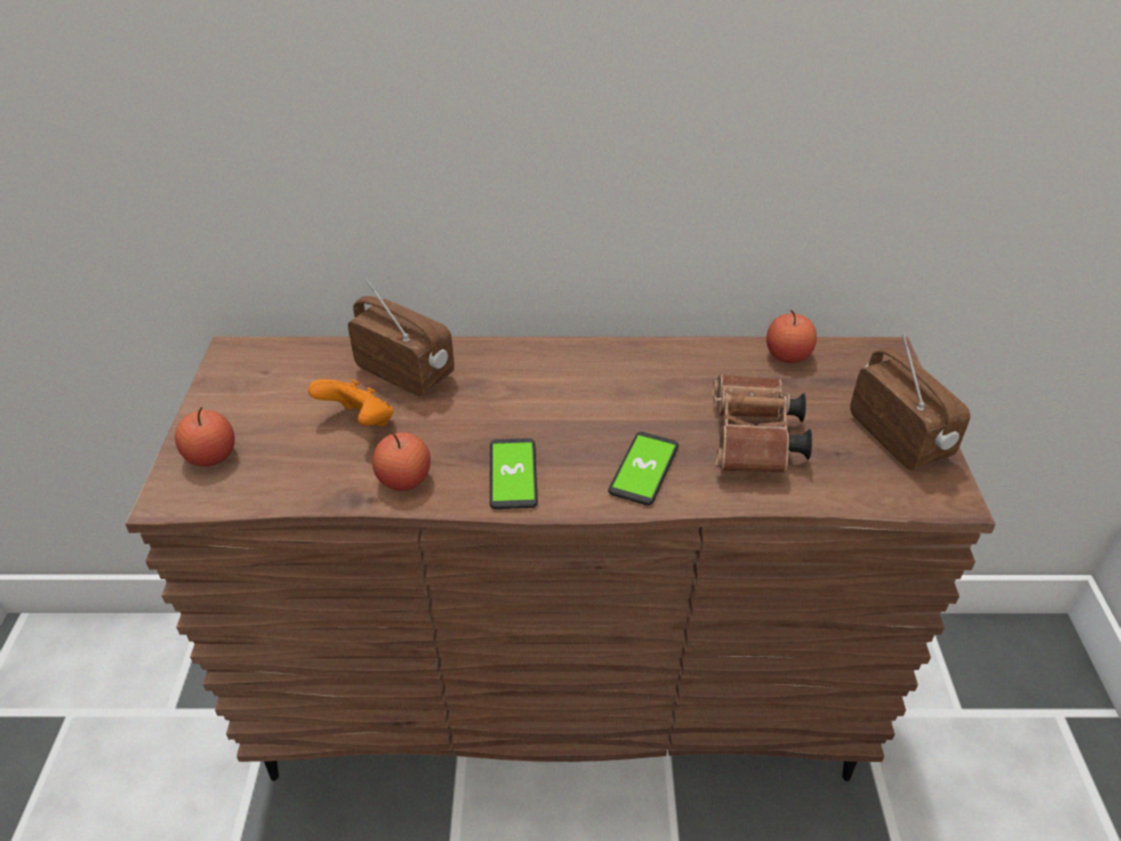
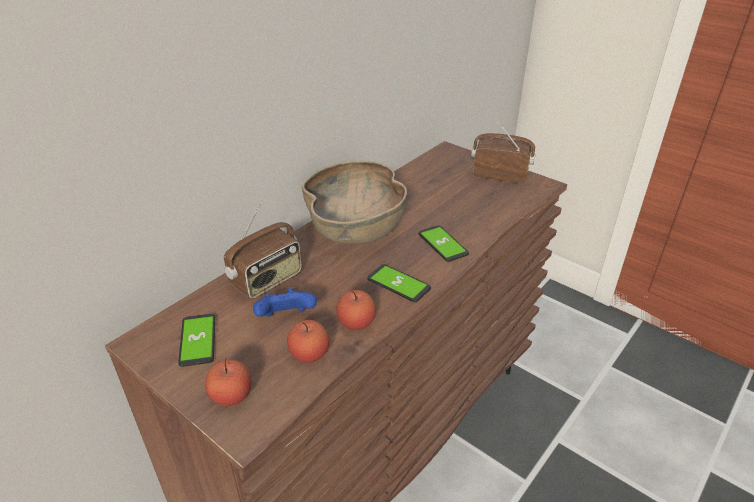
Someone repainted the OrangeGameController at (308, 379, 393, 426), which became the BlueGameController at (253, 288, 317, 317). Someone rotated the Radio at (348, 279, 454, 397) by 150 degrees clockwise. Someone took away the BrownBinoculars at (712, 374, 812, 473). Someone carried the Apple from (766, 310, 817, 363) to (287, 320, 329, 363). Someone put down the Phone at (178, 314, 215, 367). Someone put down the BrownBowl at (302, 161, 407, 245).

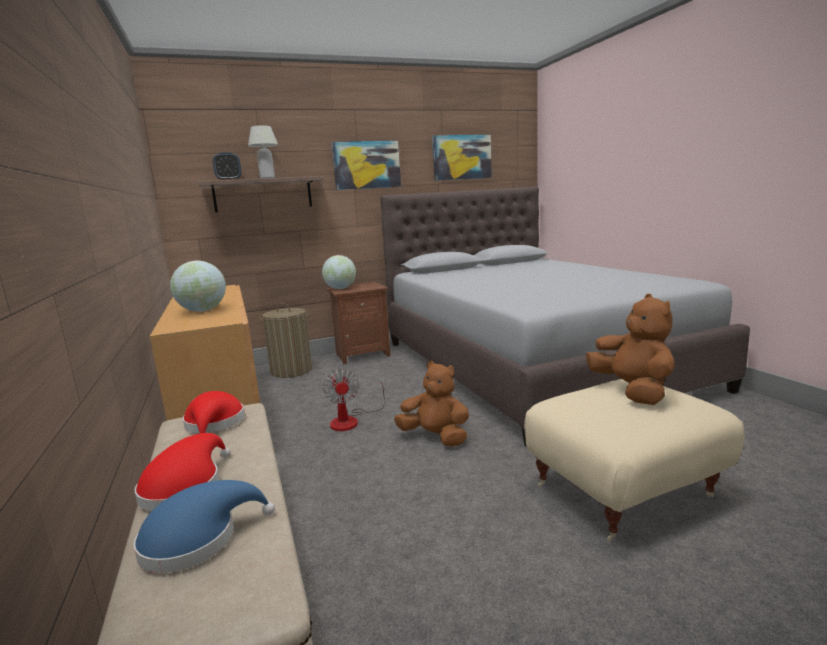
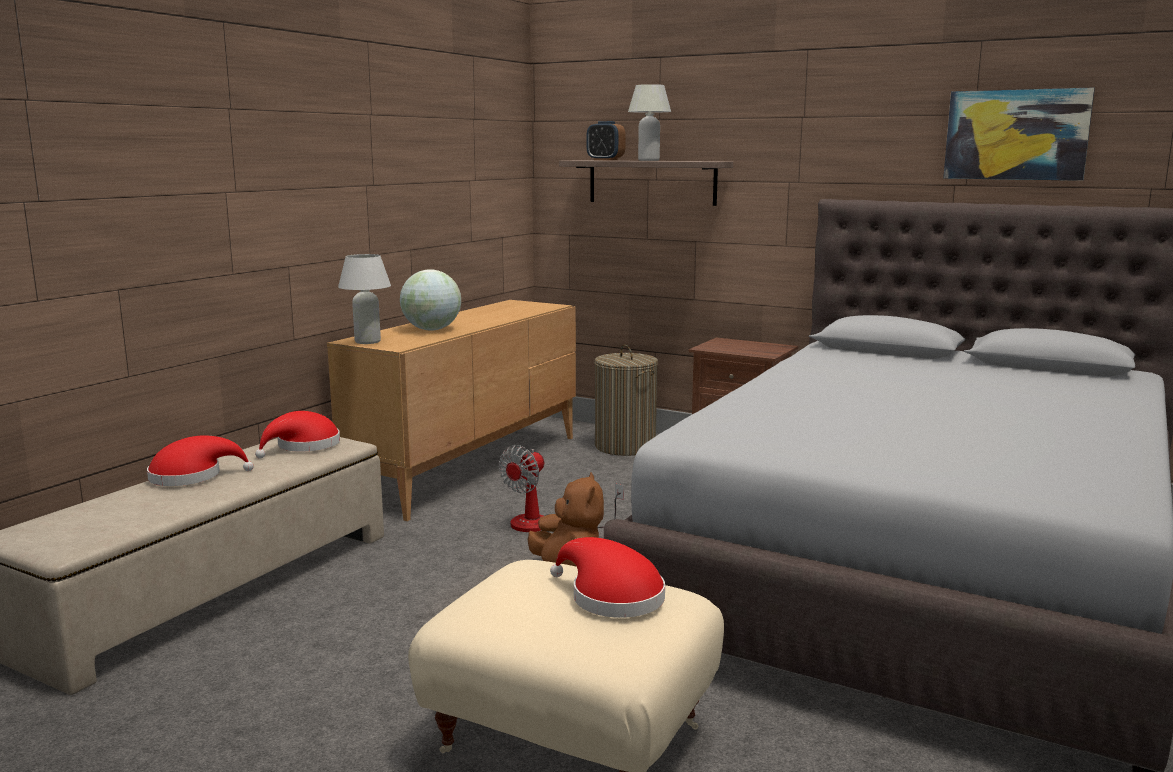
Someone took away the BlueHat at (133, 480, 275, 573). Someone took away the Globe at (322, 255, 356, 289). Someone took away the Picture at (331, 140, 401, 190). Someone swapped the BrownPlushToy at (586, 294, 675, 405) for the RedHat at (550, 537, 665, 618). Someone put down the WhiteTableLamp at (338, 254, 391, 344).

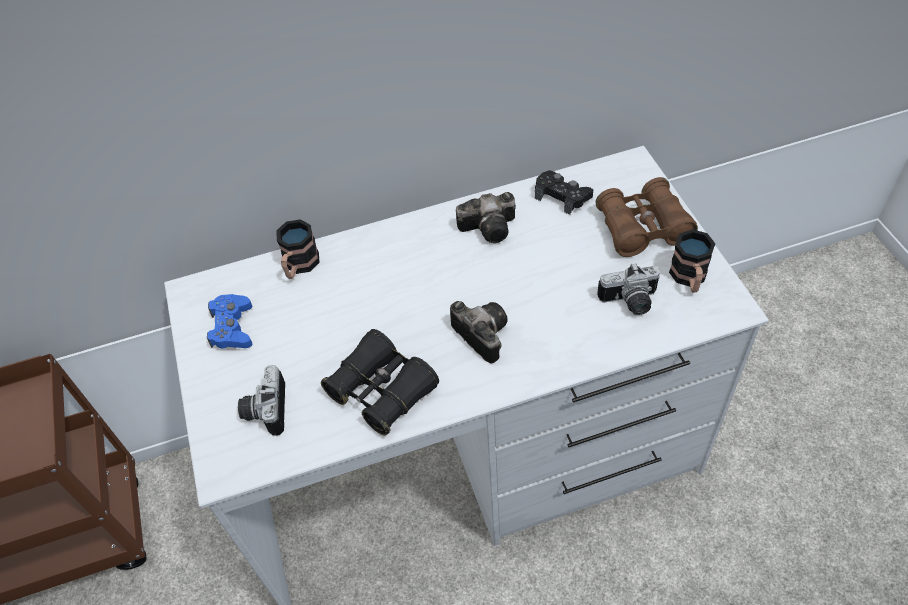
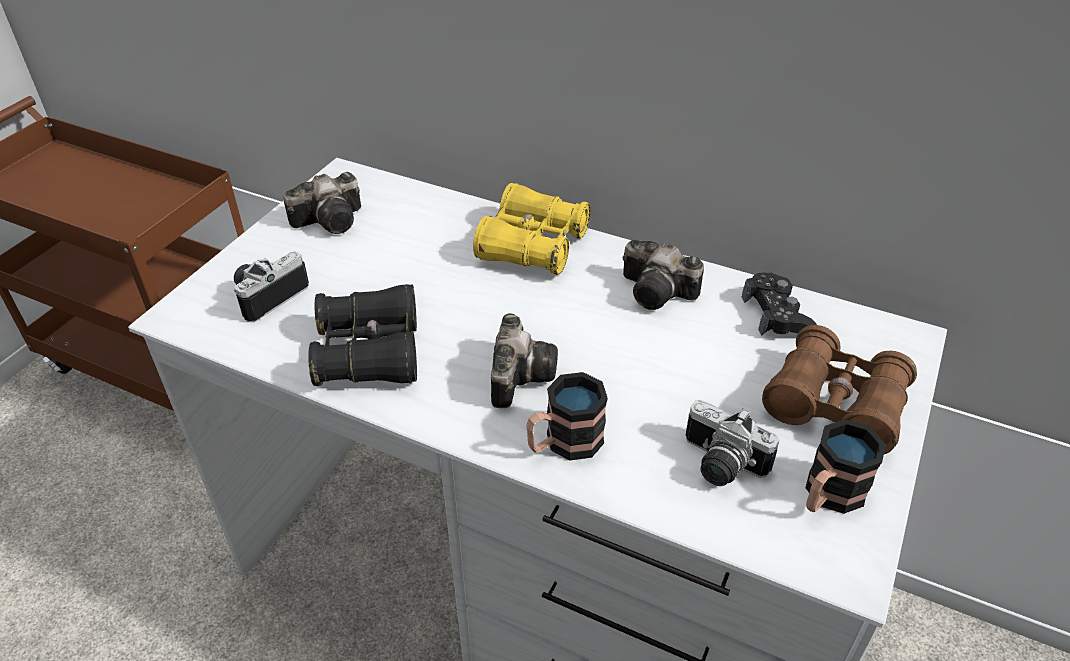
Someone swapped the BlueGameController at (207, 294, 252, 349) for the PhotoCamera at (283, 172, 361, 234). Someone carried the Mug from (276, 219, 320, 279) to (526, 372, 608, 461). Someone put down the YellowBinoculars at (473, 183, 591, 275).

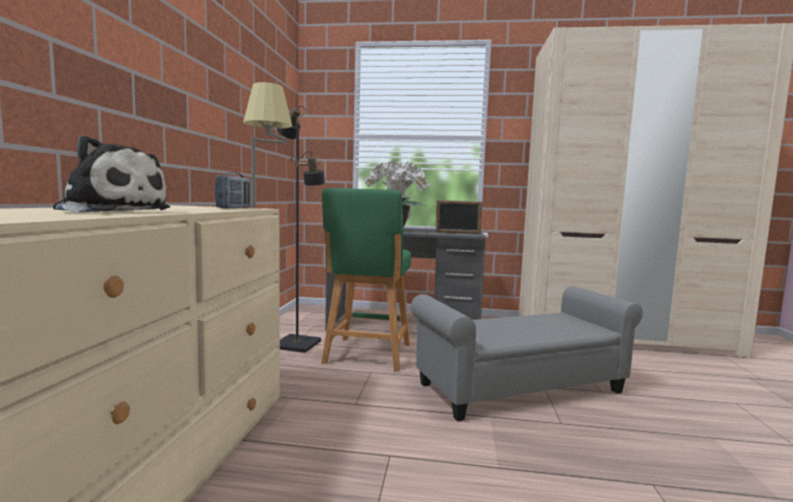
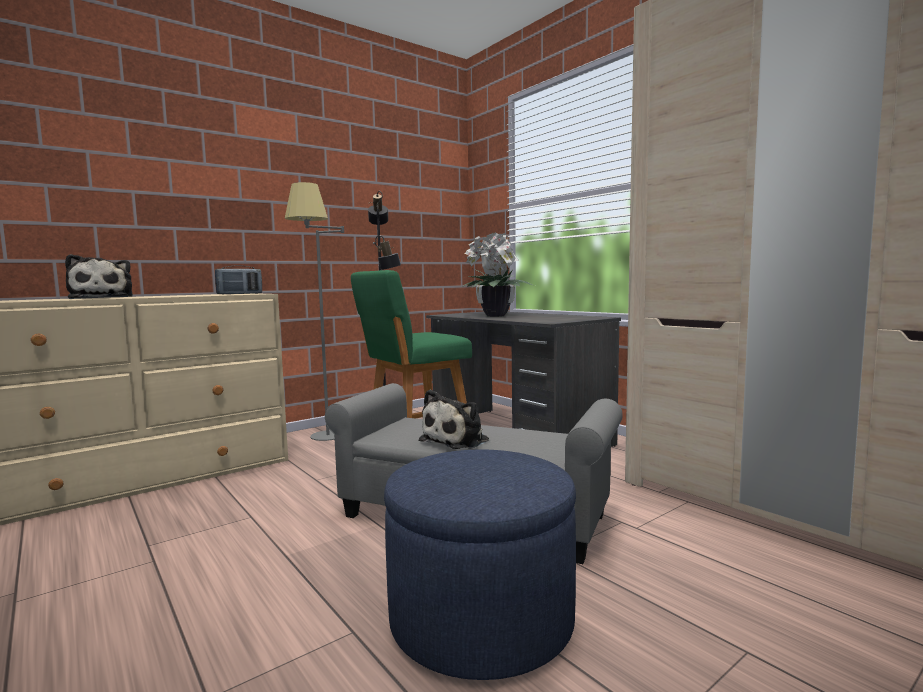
Someone took away the PictureFrame at (436, 200, 482, 234). Someone put down the BlueOttoman at (384, 450, 576, 680). Someone put down the PlushToy at (419, 390, 489, 449).

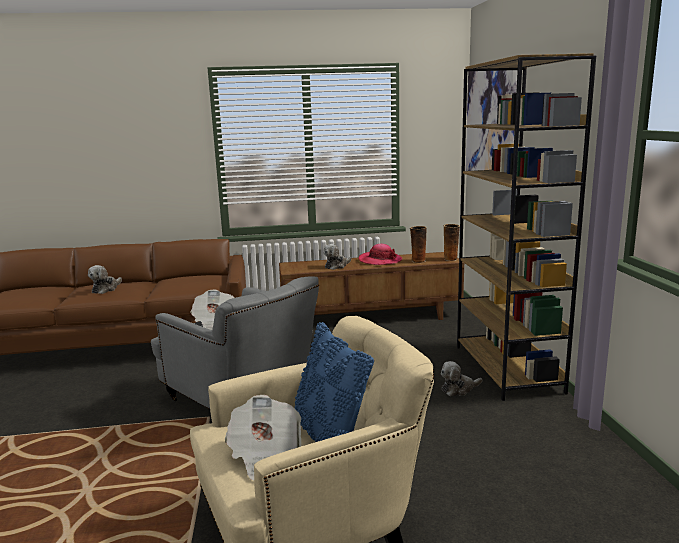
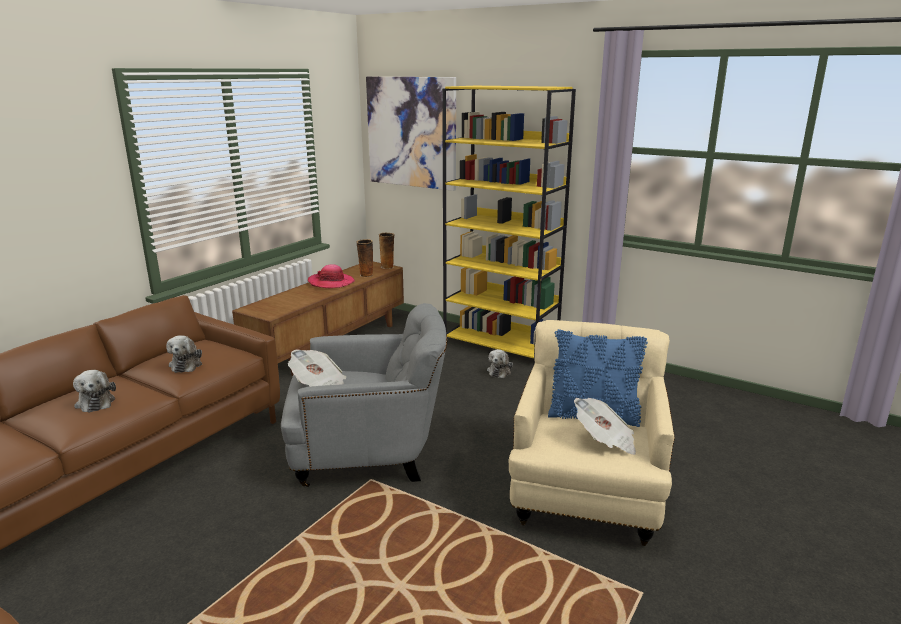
Someone carried the PlushToy from (323, 244, 352, 270) to (166, 335, 202, 373). Someone repainted the BrownBookcase at (457, 53, 596, 401), which became the YellowBookcase at (442, 86, 576, 364).

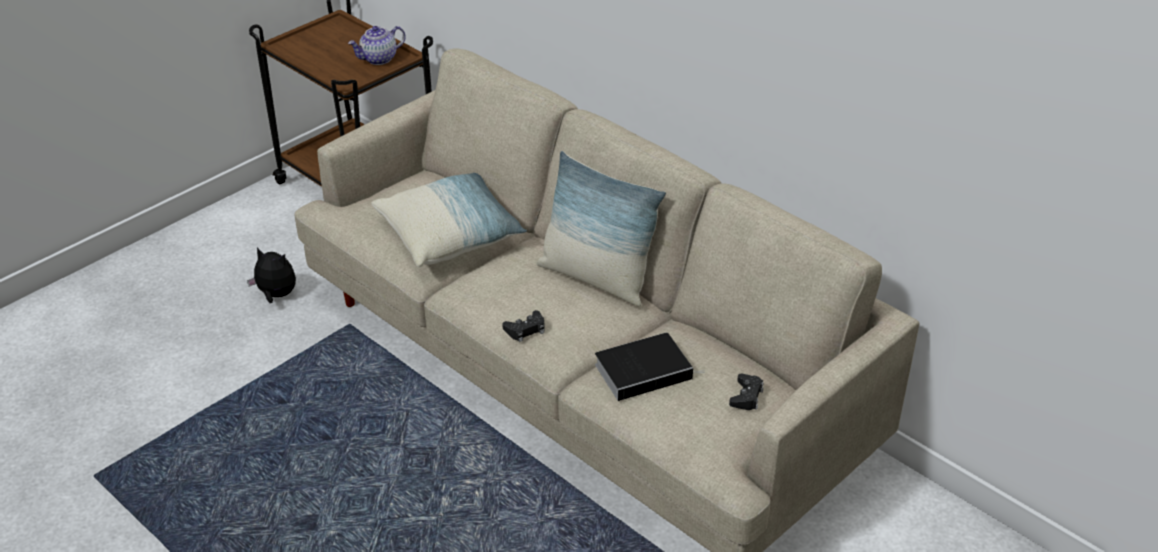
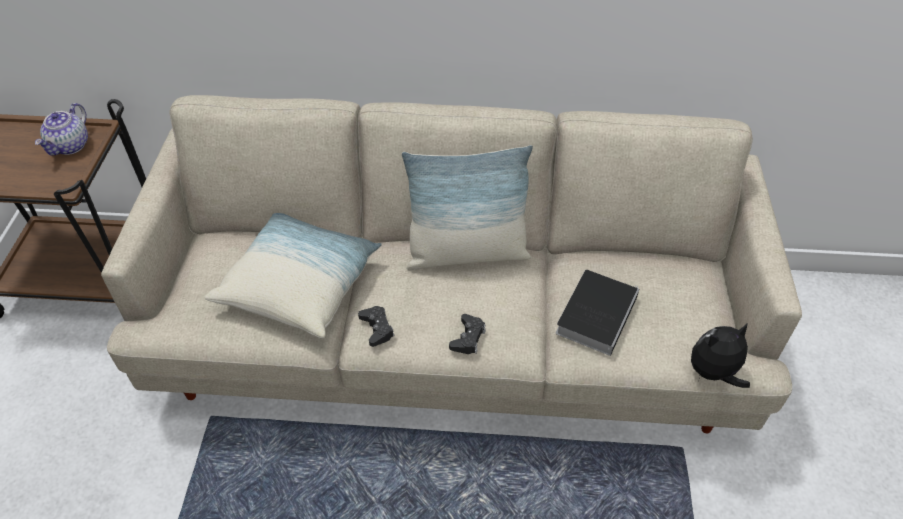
Someone carried the PlushToy from (247, 248, 296, 303) to (691, 323, 750, 388). Someone carried the BlackGameController from (729, 373, 764, 410) to (358, 306, 395, 347).

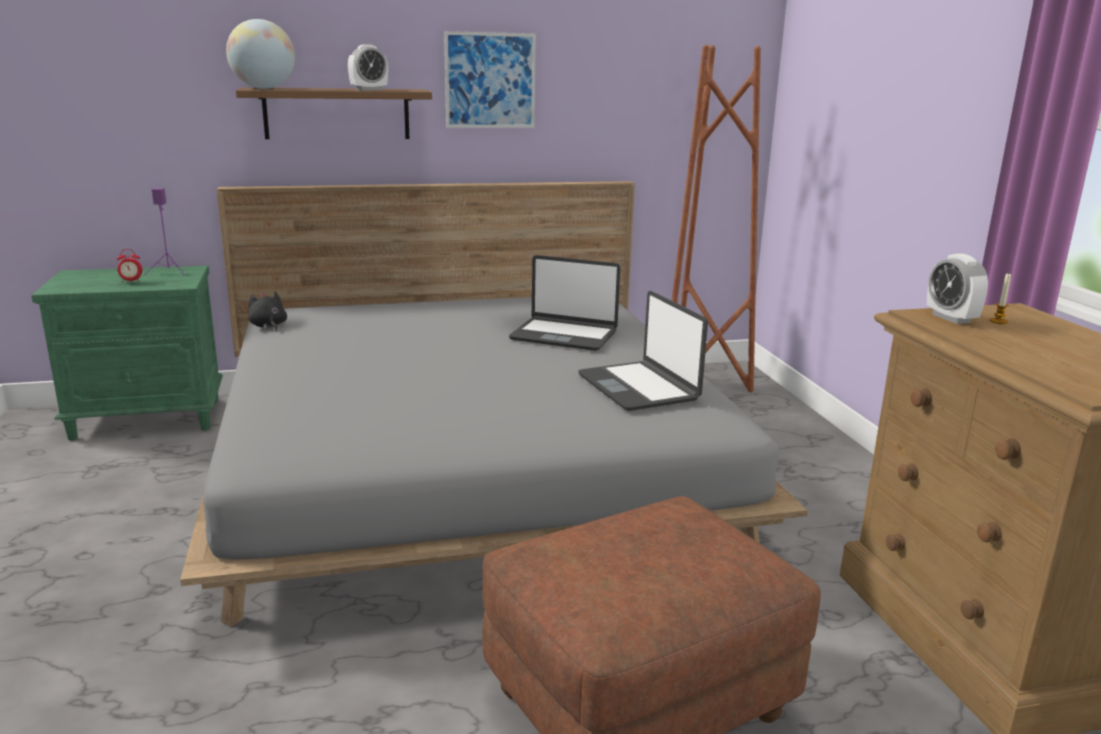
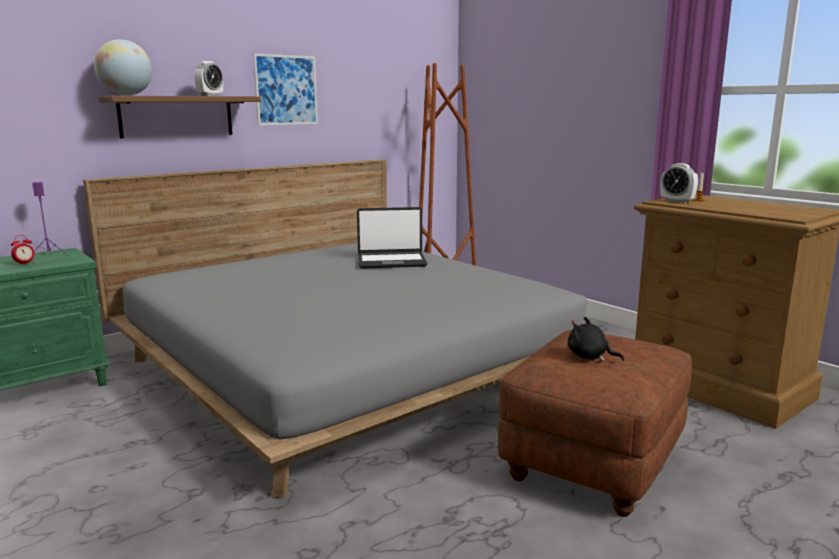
Someone carried the BlackPlushToy from (248, 291, 287, 331) to (568, 317, 624, 361). Someone took away the Laptop at (578, 291, 708, 411).

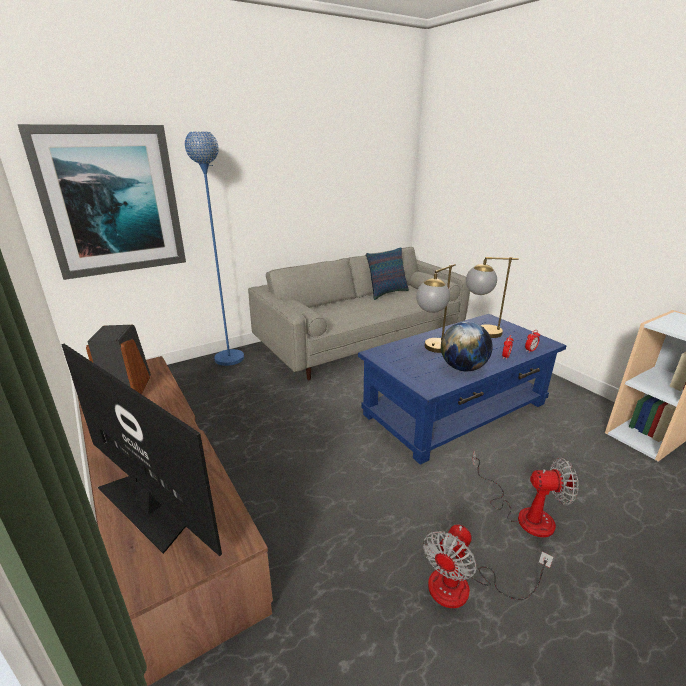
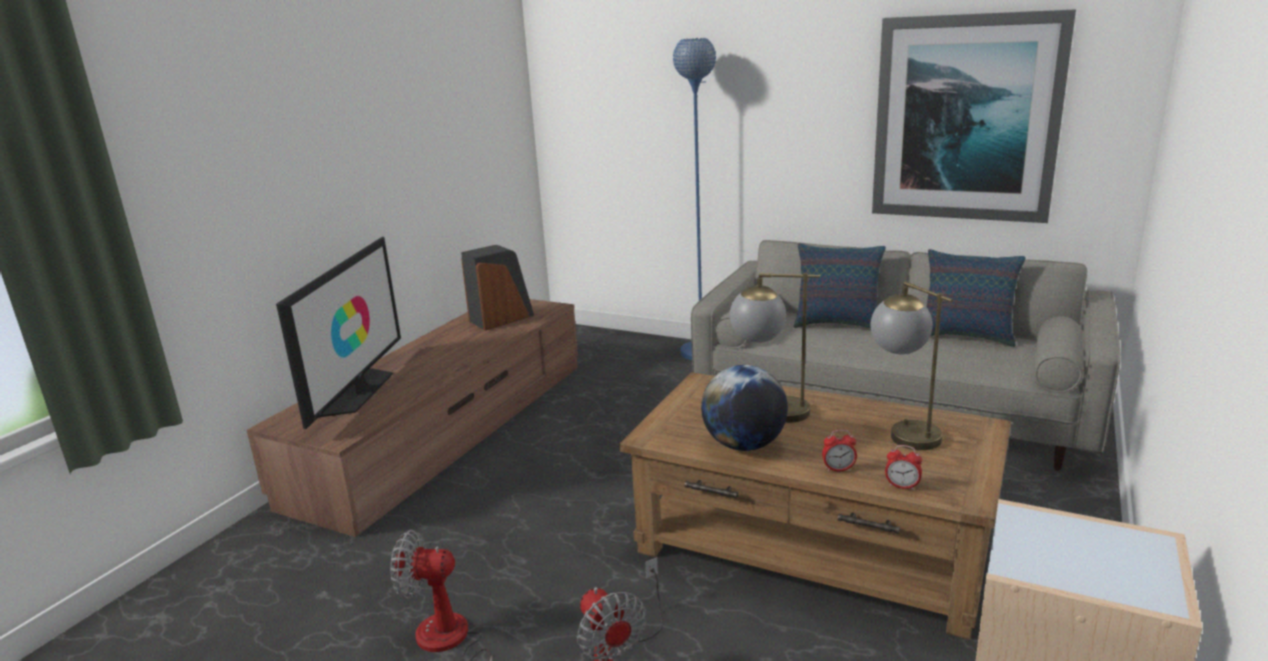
Someone carried the Picture from (17, 124, 186, 280) to (872, 9, 1076, 223). Someone repainted the BlueCoffeeTable at (358, 314, 567, 465), which became the BrownCoffeeTable at (619, 372, 1011, 640). Someone put down the BluePillow at (794, 243, 886, 328).

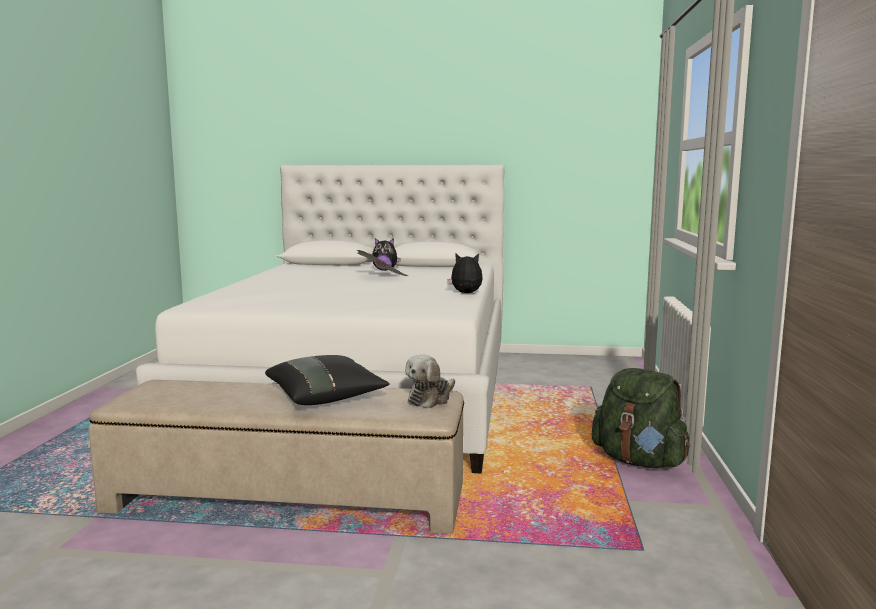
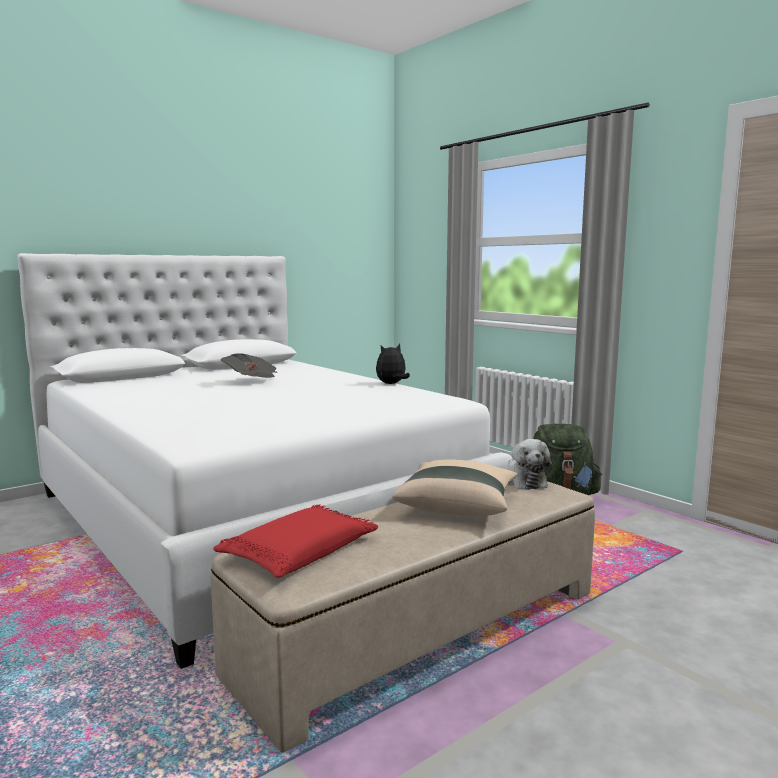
Someone repainted the BlackPillow at (265, 355, 390, 405), which became the BeigePillow at (392, 459, 517, 516). Someone took away the PlushToy at (372, 238, 401, 271). Someone put down the RedPillow at (213, 504, 378, 578).

